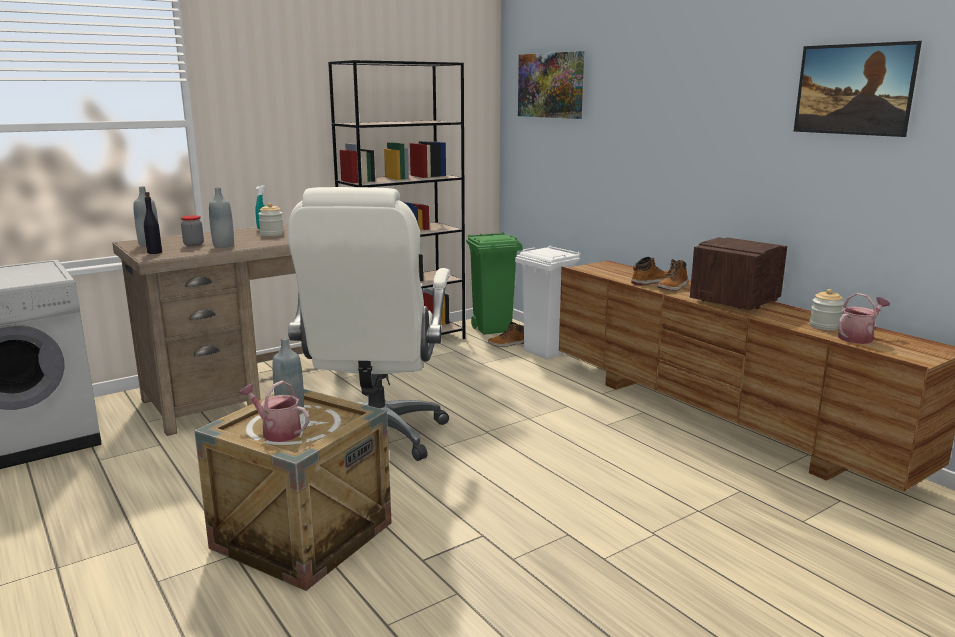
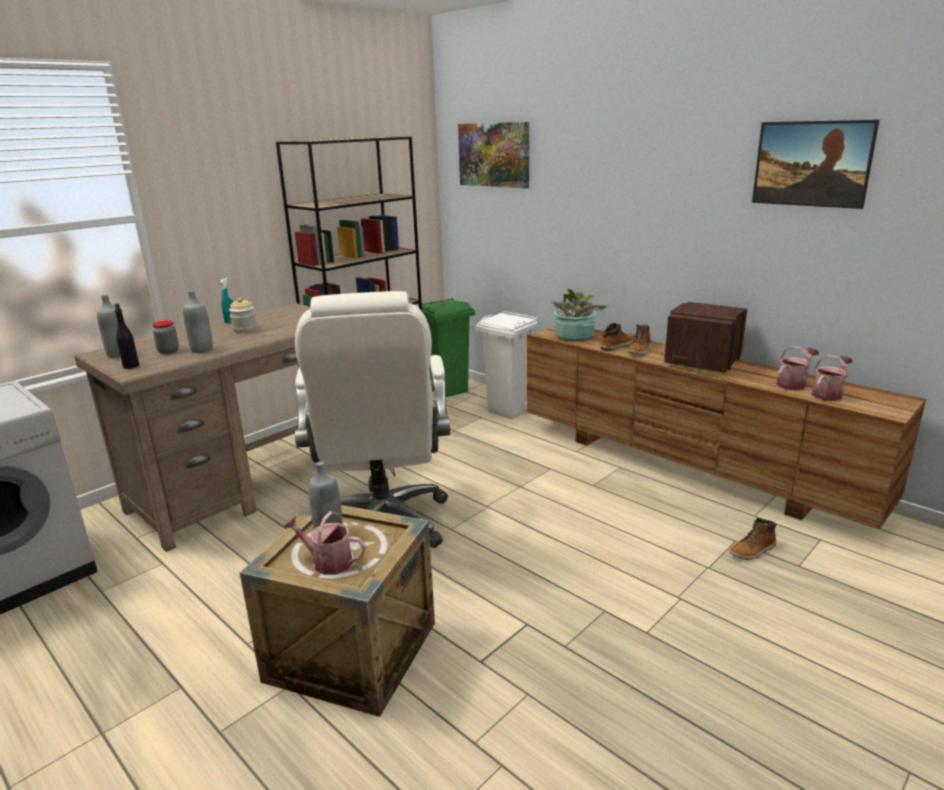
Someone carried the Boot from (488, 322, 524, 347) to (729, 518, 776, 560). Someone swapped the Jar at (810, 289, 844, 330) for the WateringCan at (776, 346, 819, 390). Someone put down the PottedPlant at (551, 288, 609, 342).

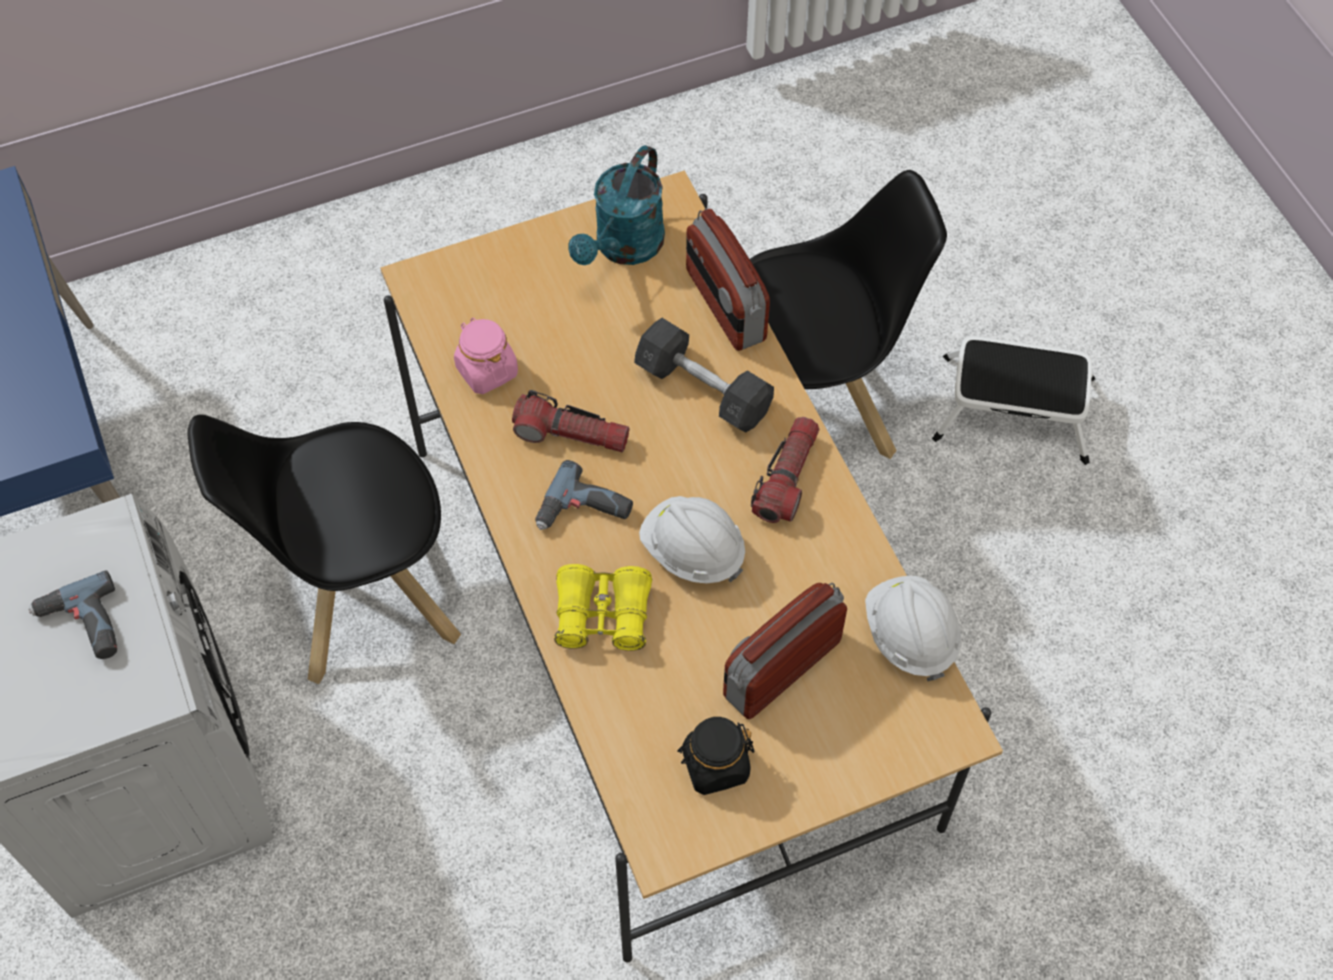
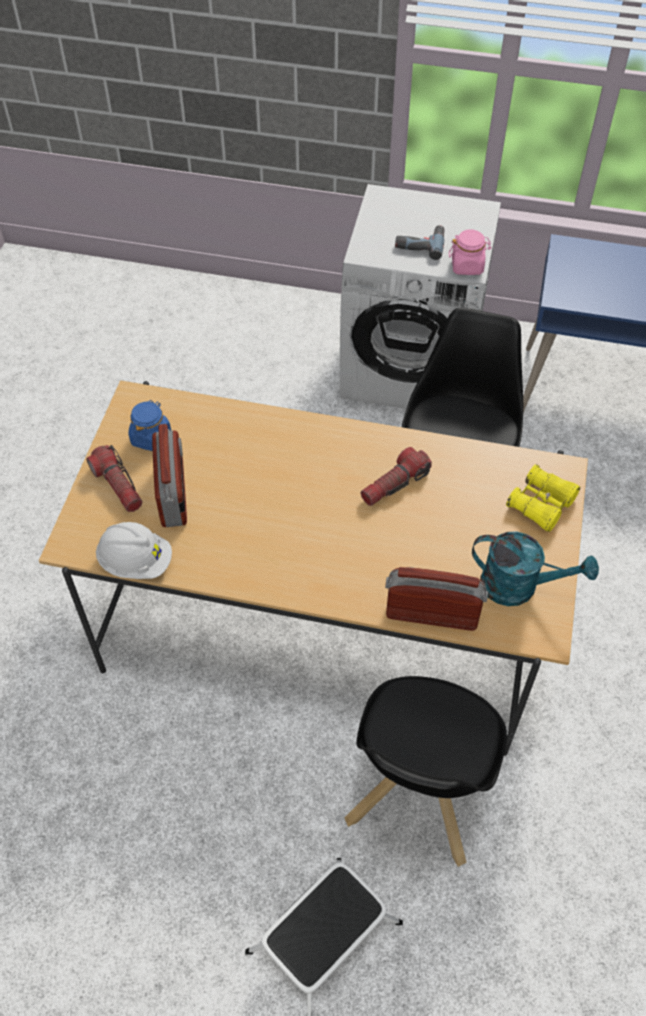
Someone carried the PinkJar from (454, 317, 518, 394) to (449, 229, 492, 275). Someone took away the PowerDrill at (535, 460, 633, 530). Someone carried the YellowBinoculars from (554, 564, 652, 651) to (506, 464, 580, 532). Someone rotated the TurquoiseWateringCan at (568, 145, 665, 265) by 135 degrees clockwise. Someone took away the GreyDumbbell at (634, 318, 774, 432). Someone took away the WhiteHardHat at (639, 496, 745, 584). Someone repainted the BlackJar at (677, 717, 754, 795), which became the BlueJar at (128, 400, 171, 451). Someone carried the Flashlight from (751, 417, 820, 523) to (87, 445, 143, 512).

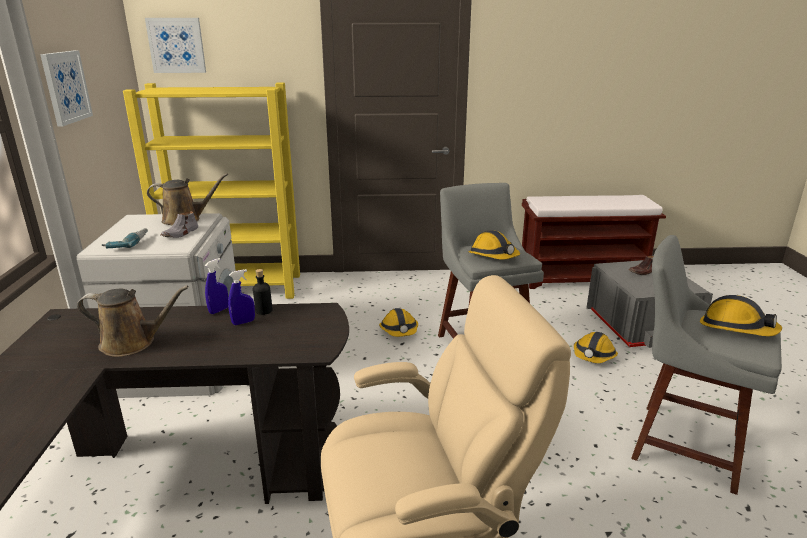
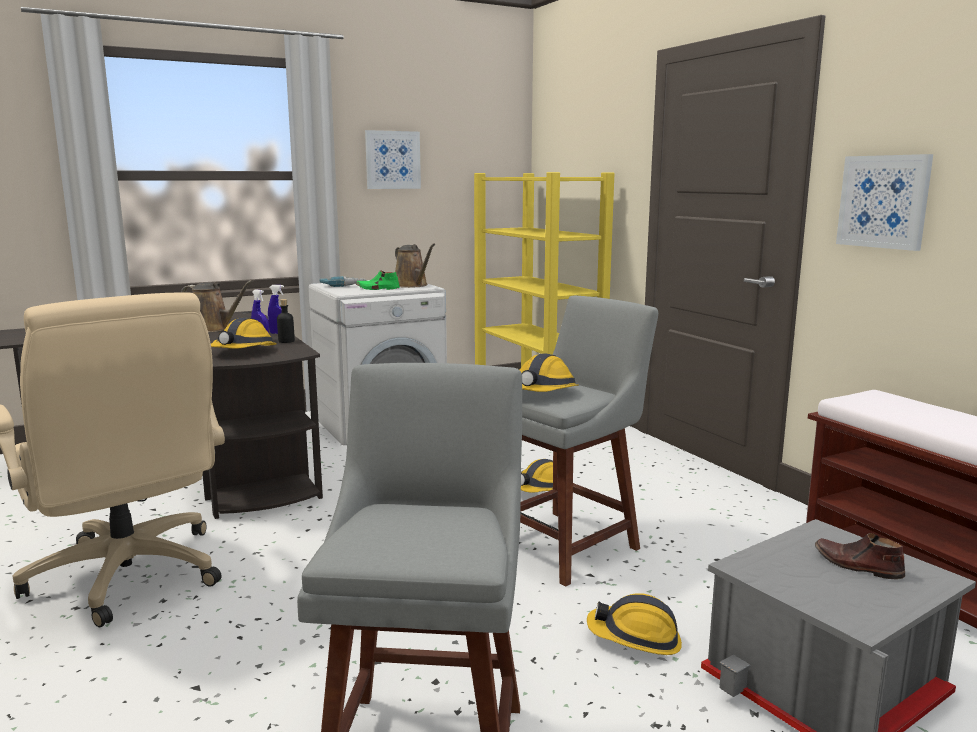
Someone rotated the BrownWateringCan at (77, 286, 189, 357) by 45 degrees counterclockwise. Someone carried the Picture from (145, 18, 206, 73) to (836, 154, 933, 251). Someone repainted the GreyShoe at (161, 211, 198, 238), which became the GreenShoe at (356, 270, 400, 290). Someone carried the HardHat from (700, 295, 782, 336) to (211, 318, 277, 349).

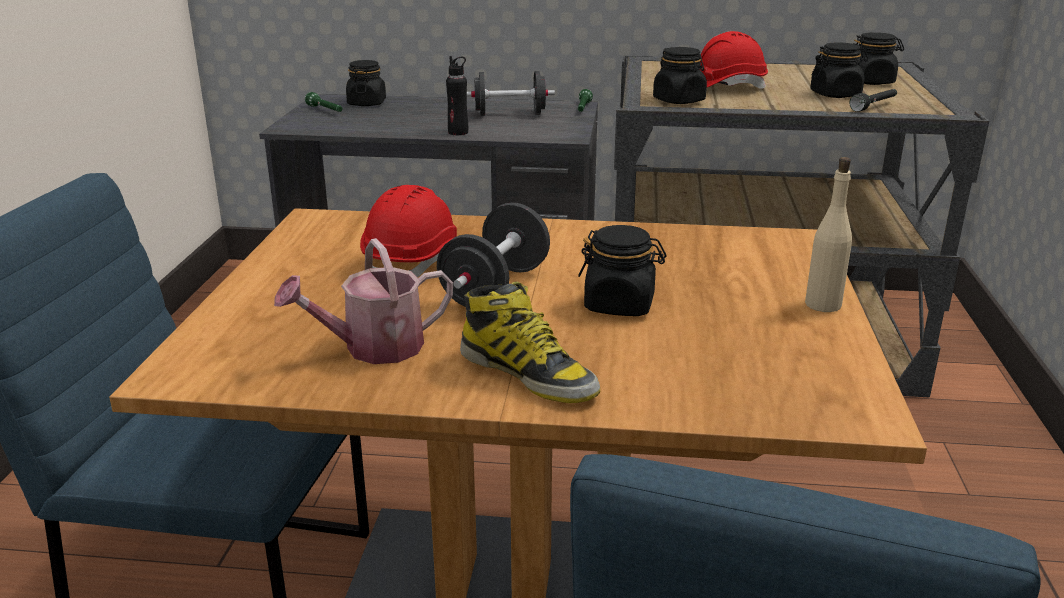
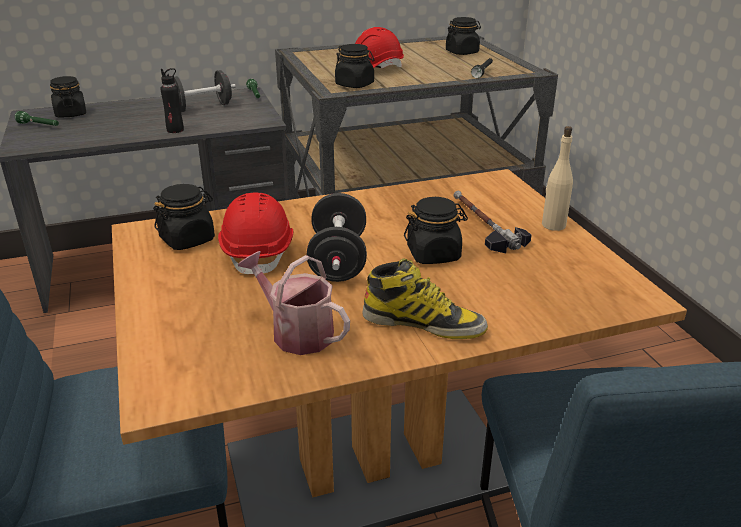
Someone rotated the WateringCan at (274, 238, 453, 364) by 90 degrees clockwise. Someone carried the BlackJar from (810, 43, 868, 98) to (153, 184, 215, 250). Someone put down the Hammer at (454, 191, 532, 253).

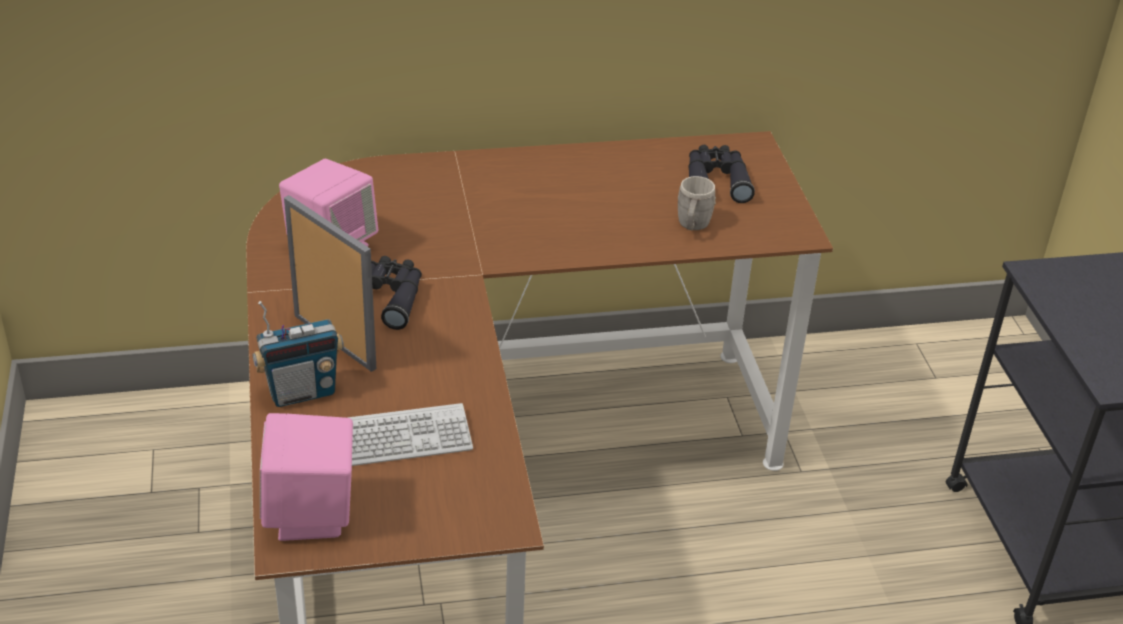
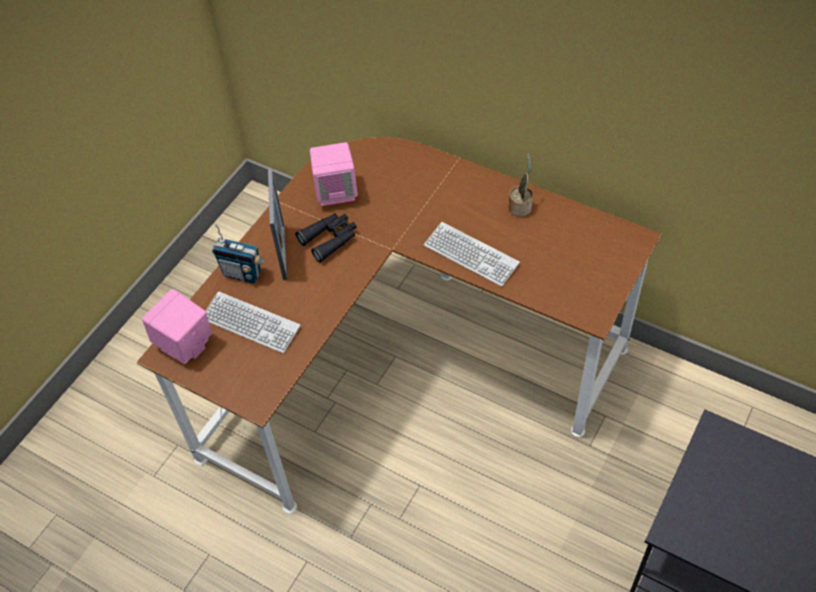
Someone took away the GreyMug at (678, 176, 716, 230). Someone took away the BlackBinoculars at (688, 145, 755, 203). Someone put down the Keyboard at (424, 222, 520, 287). Someone put down the PottedPlant at (509, 152, 533, 217).

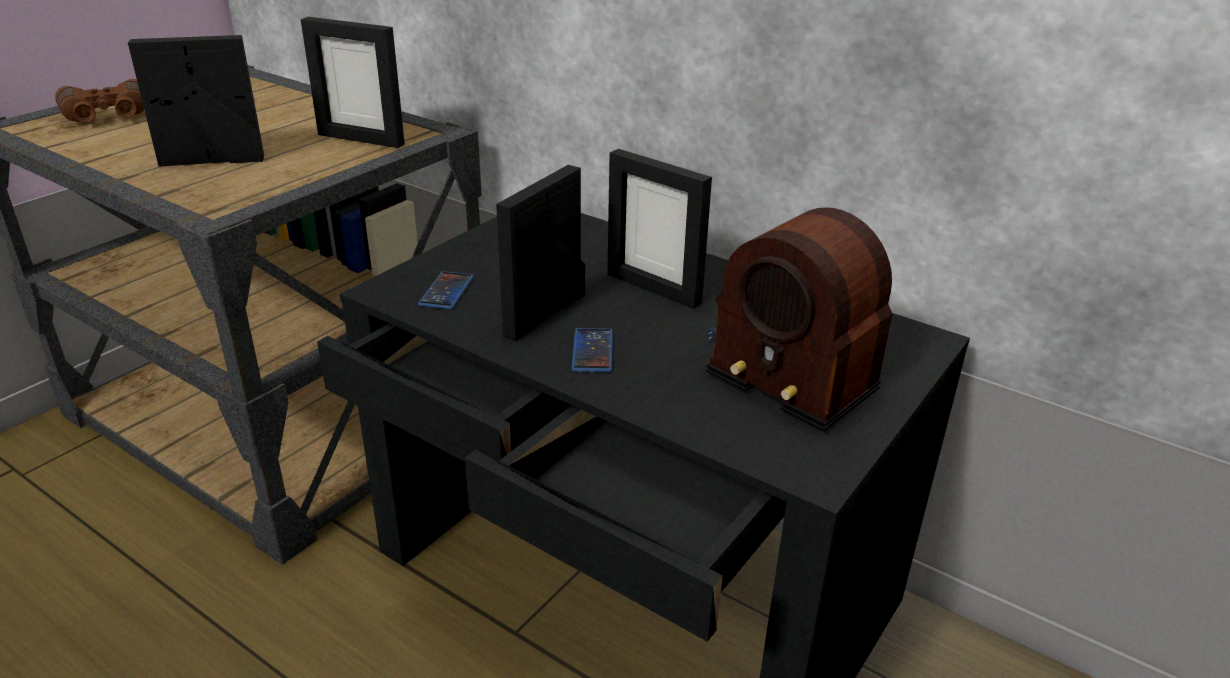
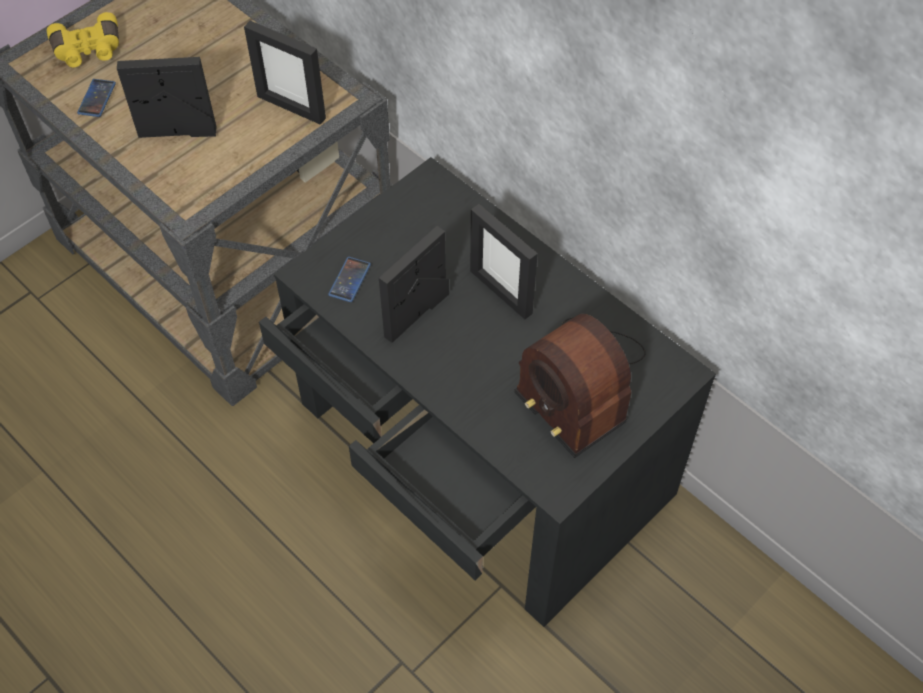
Someone repainted the BrownBinoculars at (55, 79, 144, 123), which became the YellowBinoculars at (47, 12, 119, 67). Someone carried the Phone from (572, 328, 613, 372) to (77, 79, 116, 117).

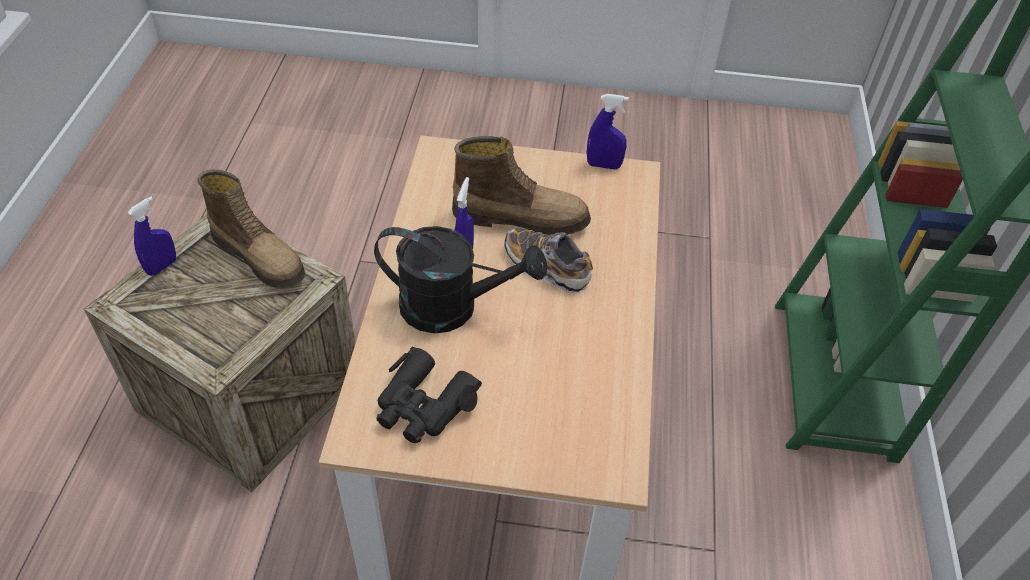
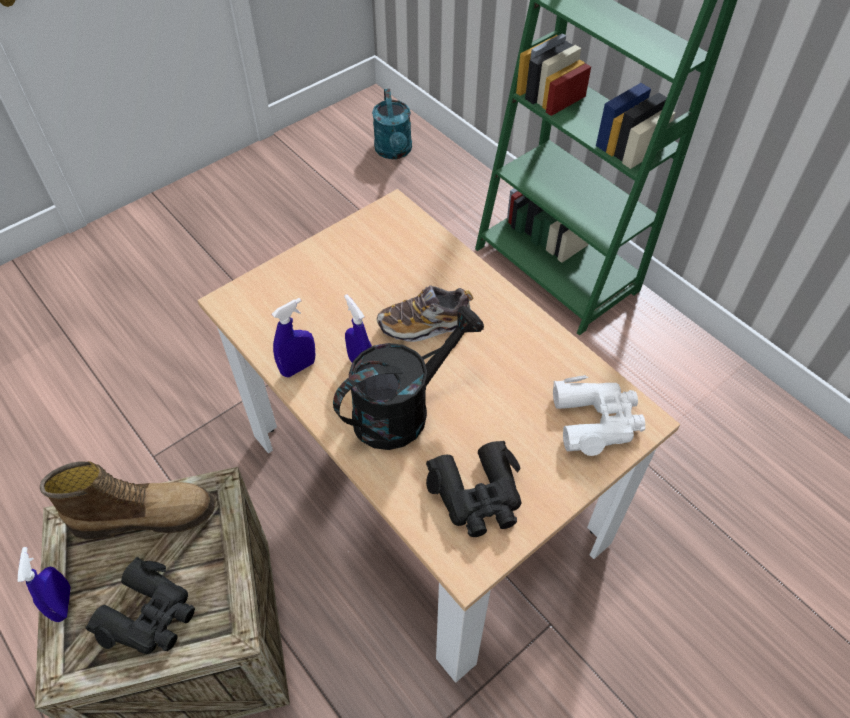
Someone took away the Boot at (452, 136, 591, 235). Someone carried the BlueSprayBottle from (587, 94, 629, 169) to (272, 298, 315, 377). Someone put down the BlackBinoculars at (86, 557, 195, 654). Someone put down the TurquoiseWateringCan at (372, 89, 412, 159). Someone put down the WhiteBinoculars at (553, 375, 645, 456).

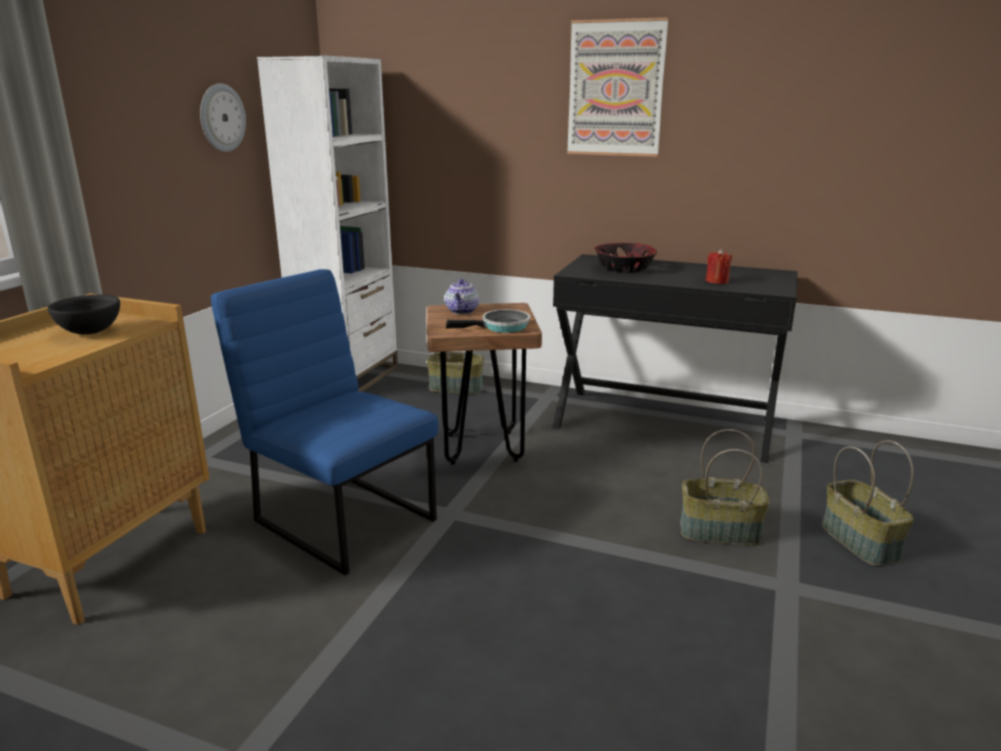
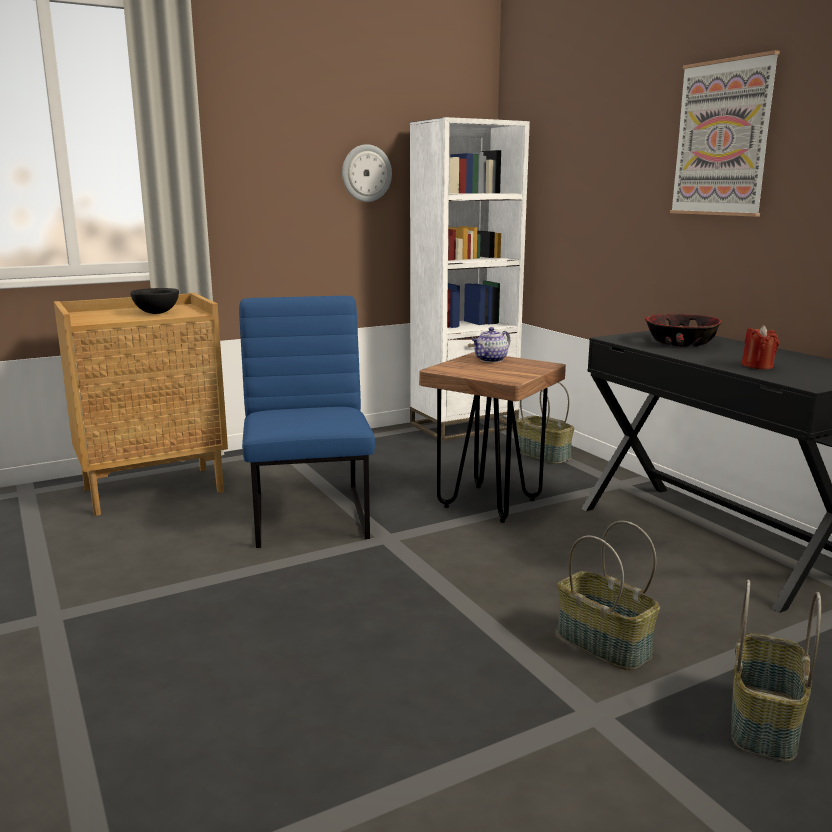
Someone took away the FryingPan at (446, 309, 531, 333).

